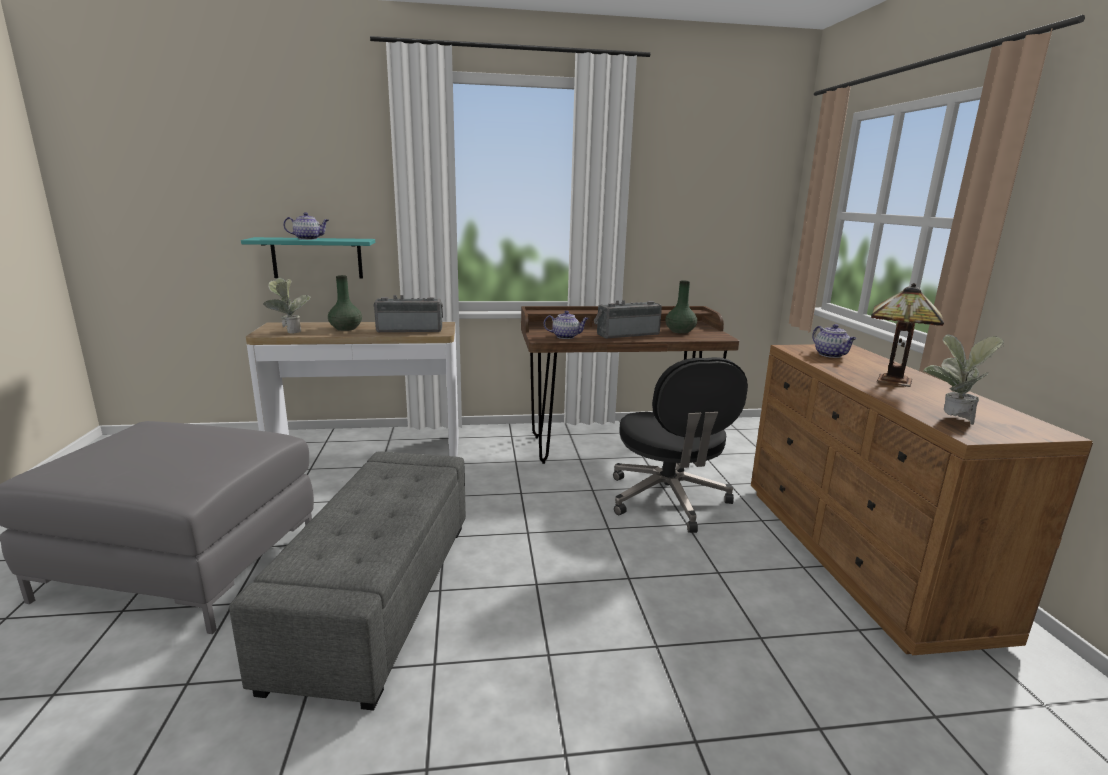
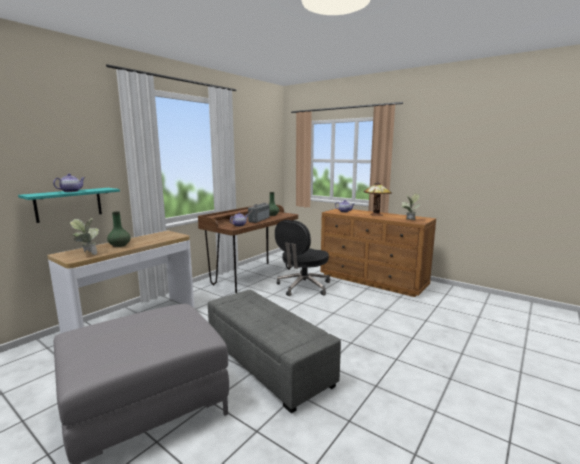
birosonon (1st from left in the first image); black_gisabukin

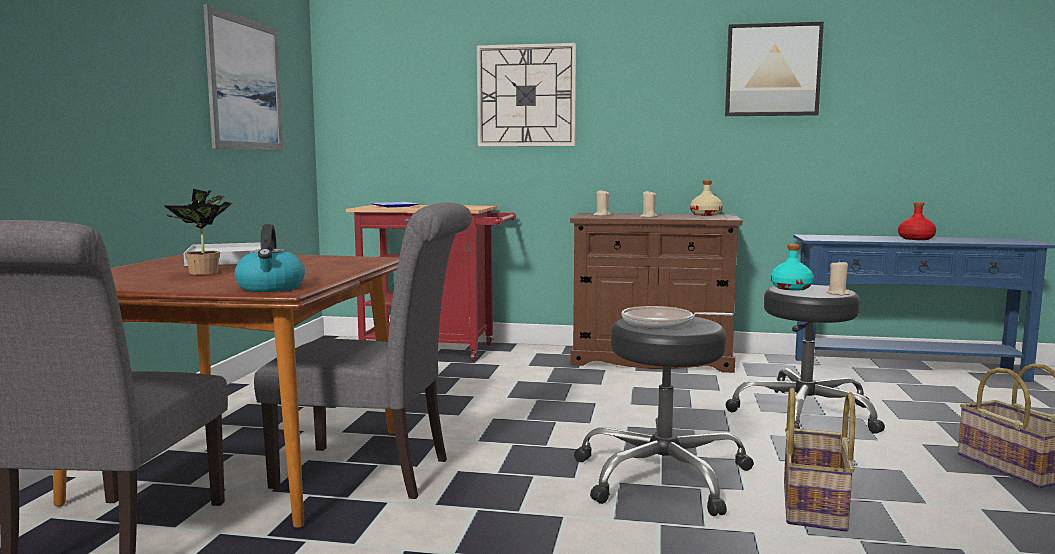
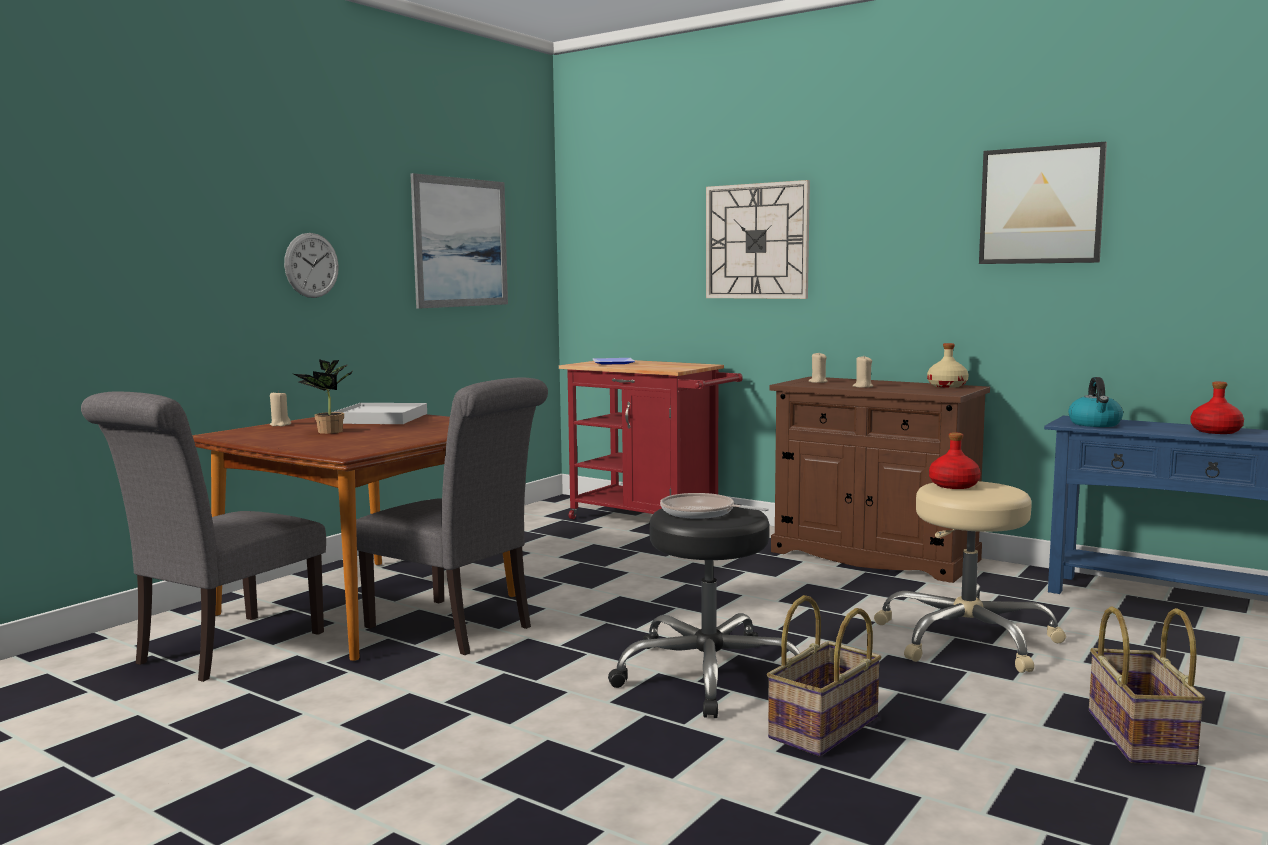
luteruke; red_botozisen (1st from left); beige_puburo (1st from left); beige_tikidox; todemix (1st from left)

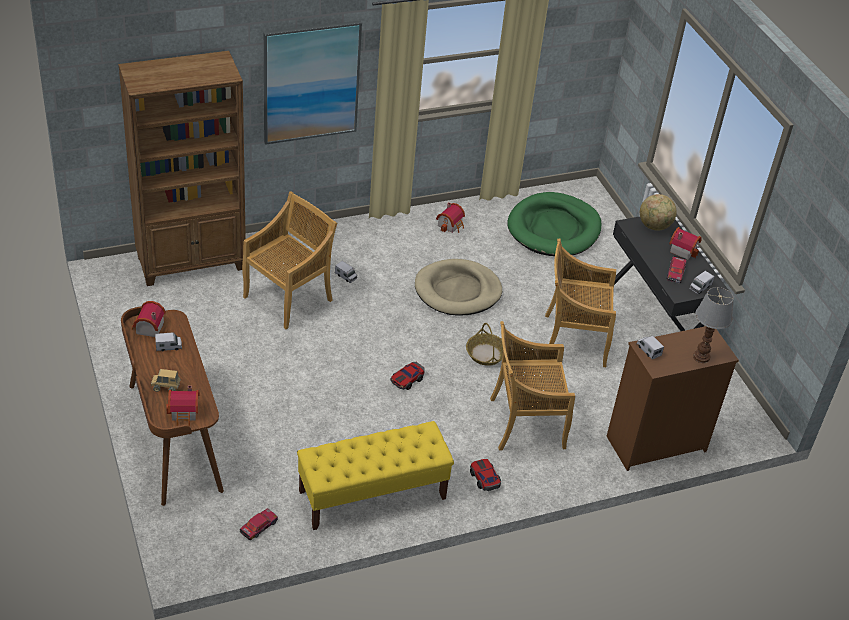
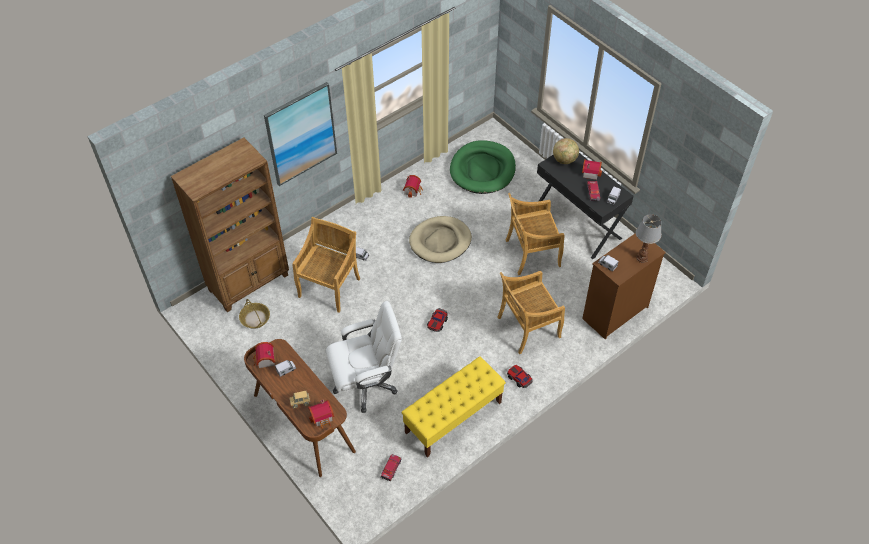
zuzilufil; white_gisabukin

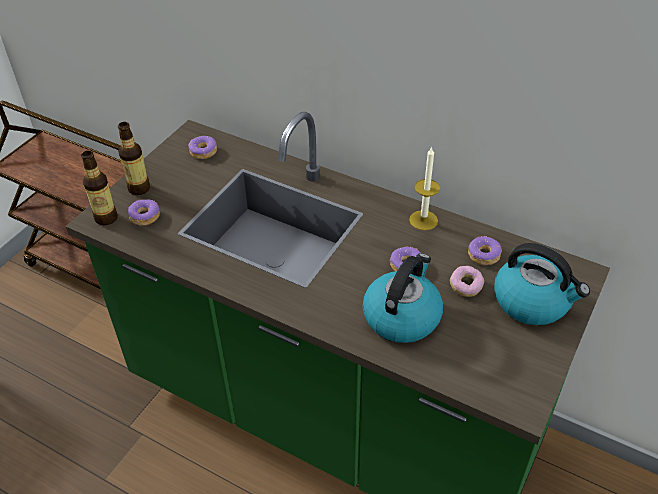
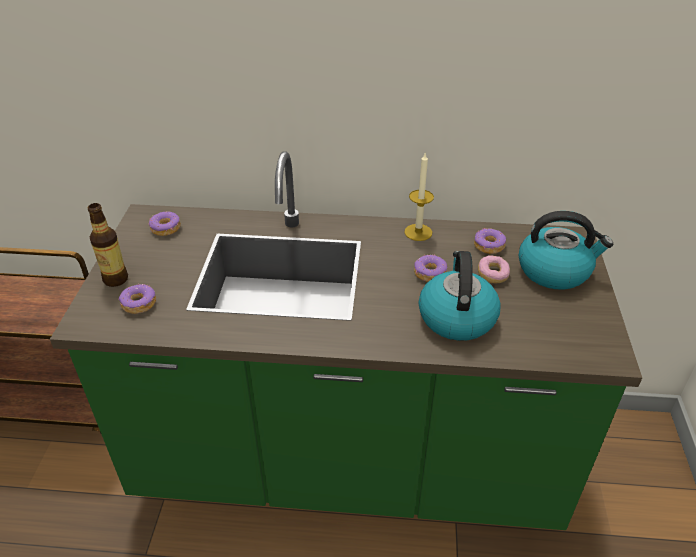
botozisen (1st from left in the first image)

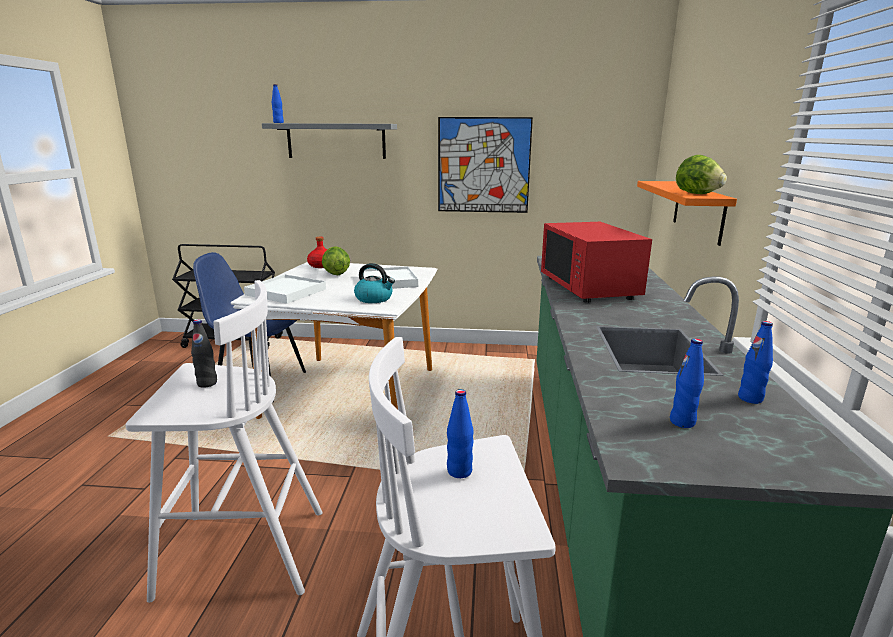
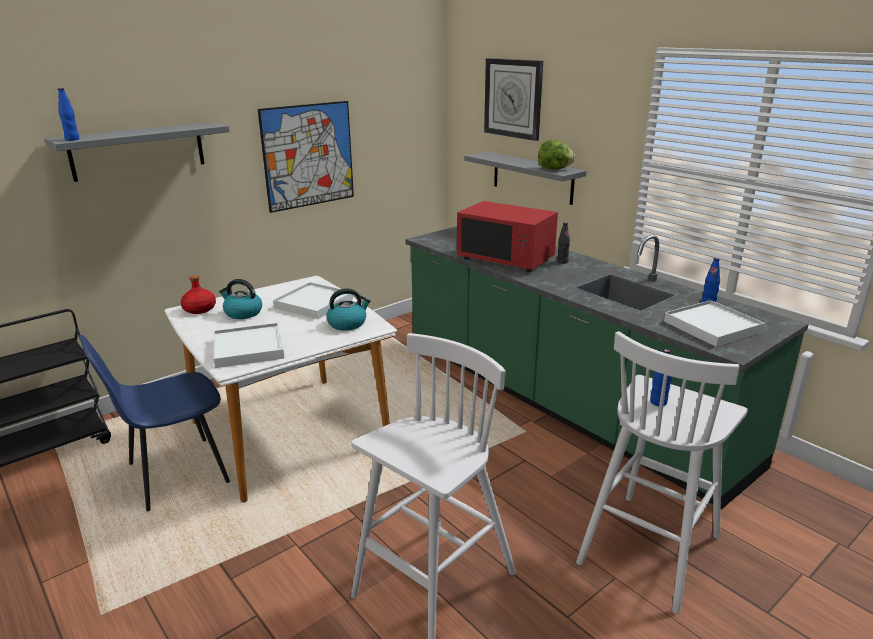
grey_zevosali (2nd from left); luteruke (1st from left); black_botozisen; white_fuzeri (3rd from left); todemix

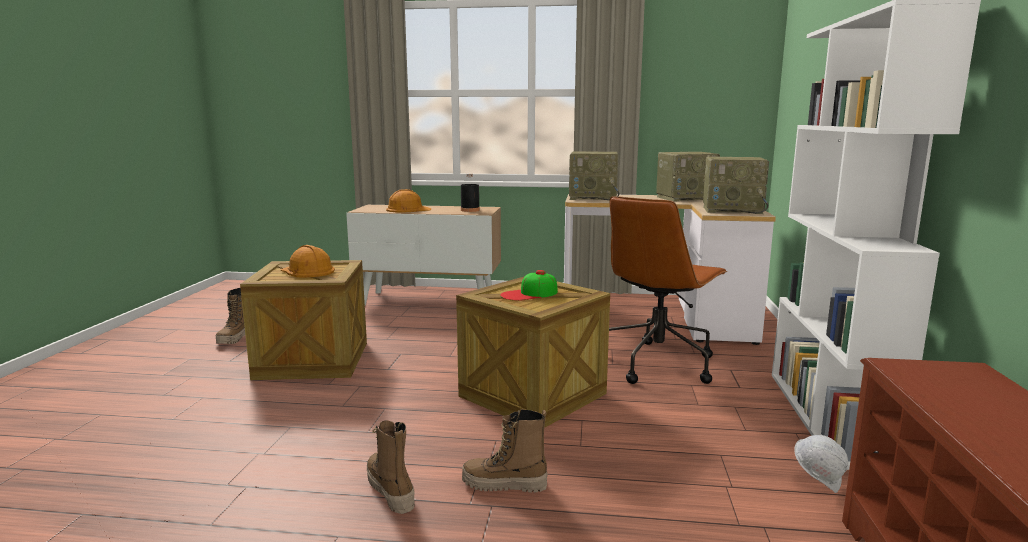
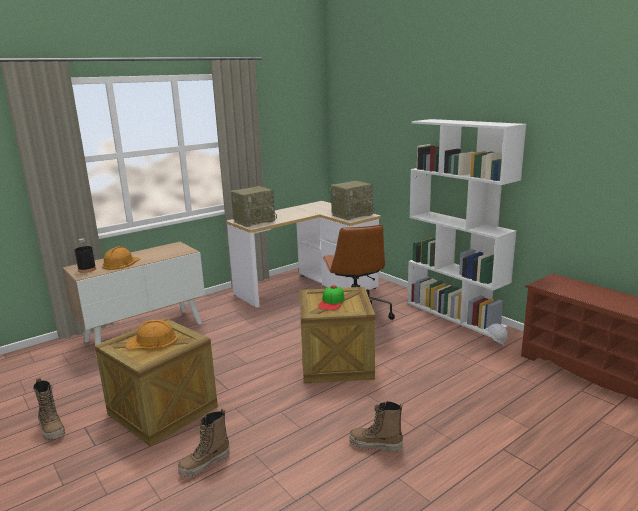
birosonon (2nd from left in the first image); black_botozisen; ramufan (2nd from left)

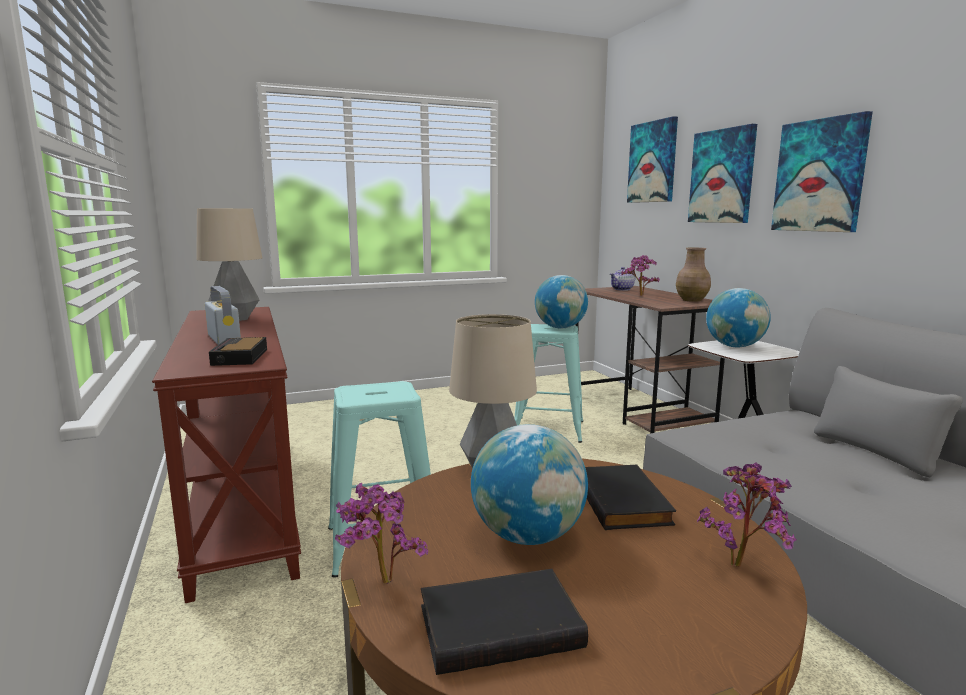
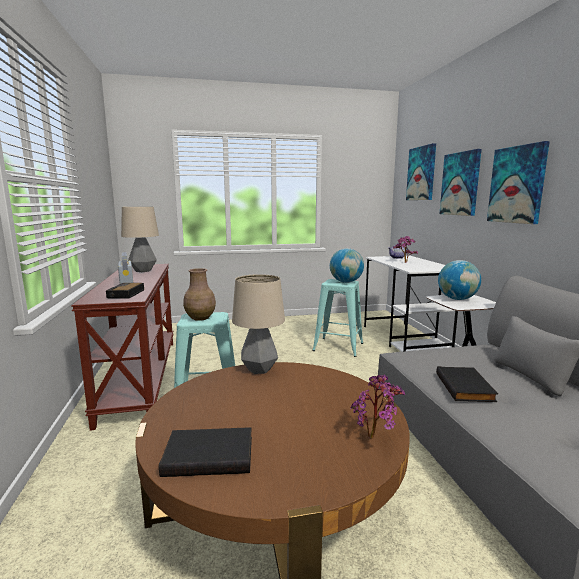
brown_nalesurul; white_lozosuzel; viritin (1st from left in the first image); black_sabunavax (2nd from left); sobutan (1st from left in the first image)

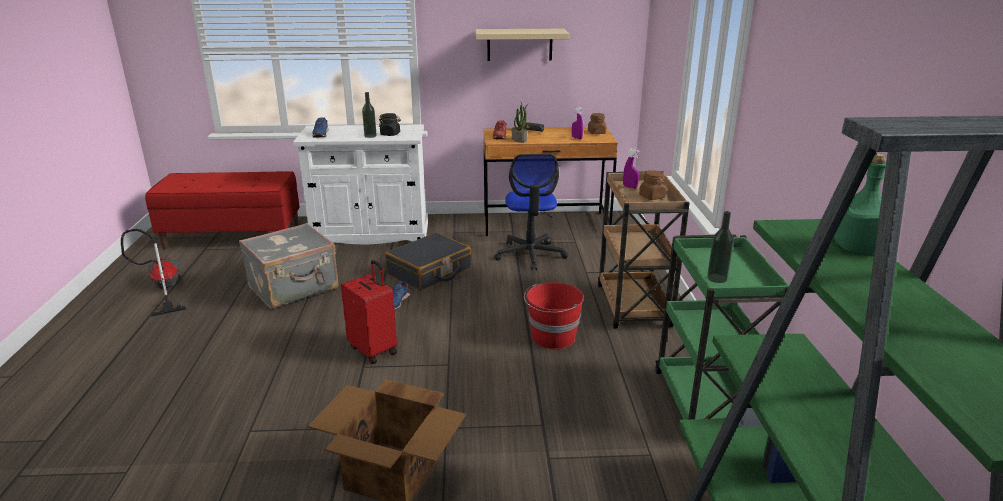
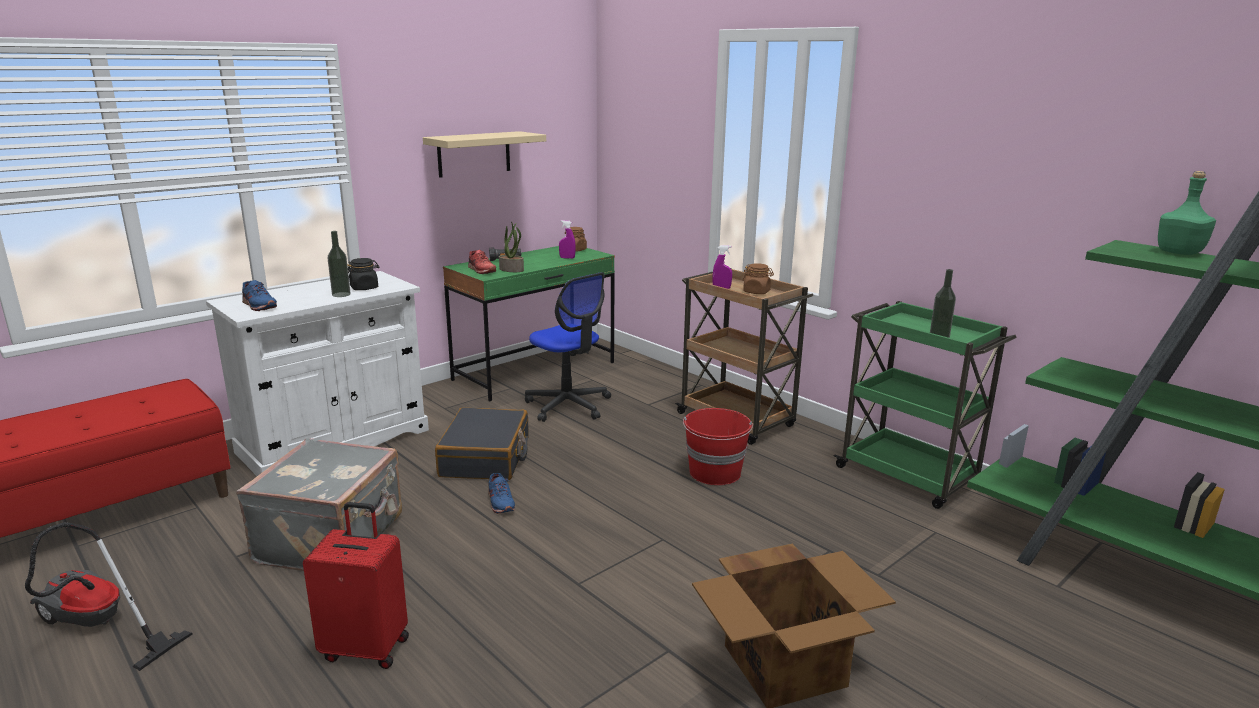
green_lozosuzel; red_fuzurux

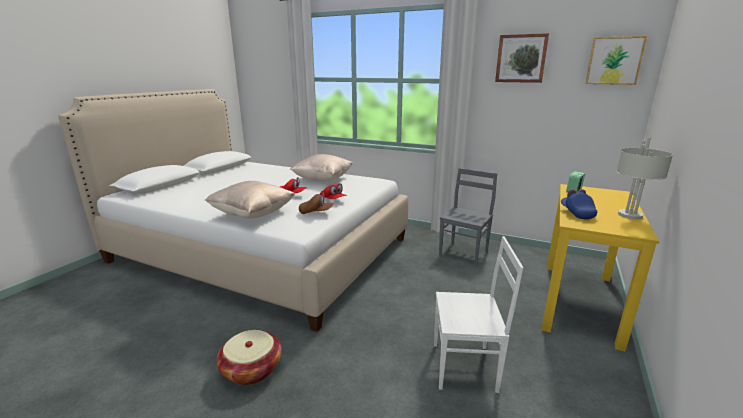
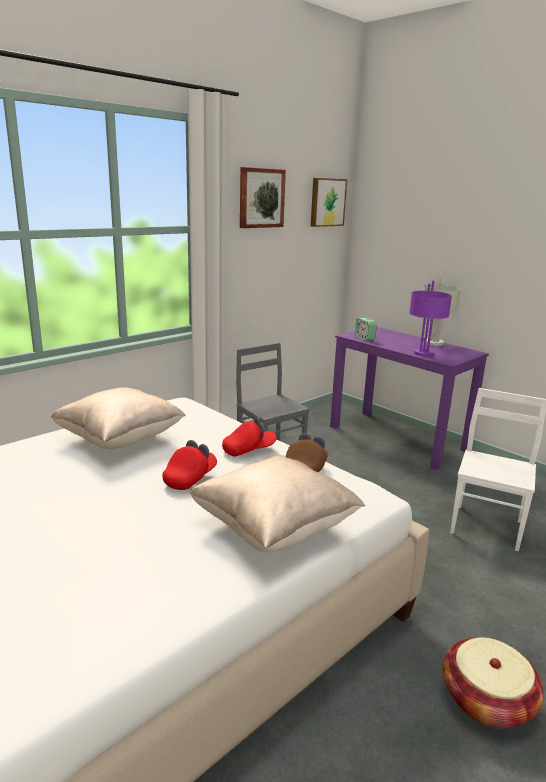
purple_lozosuzel; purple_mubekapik

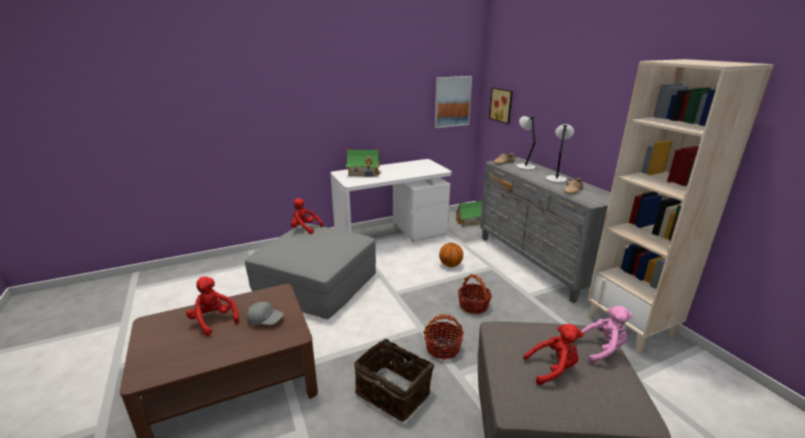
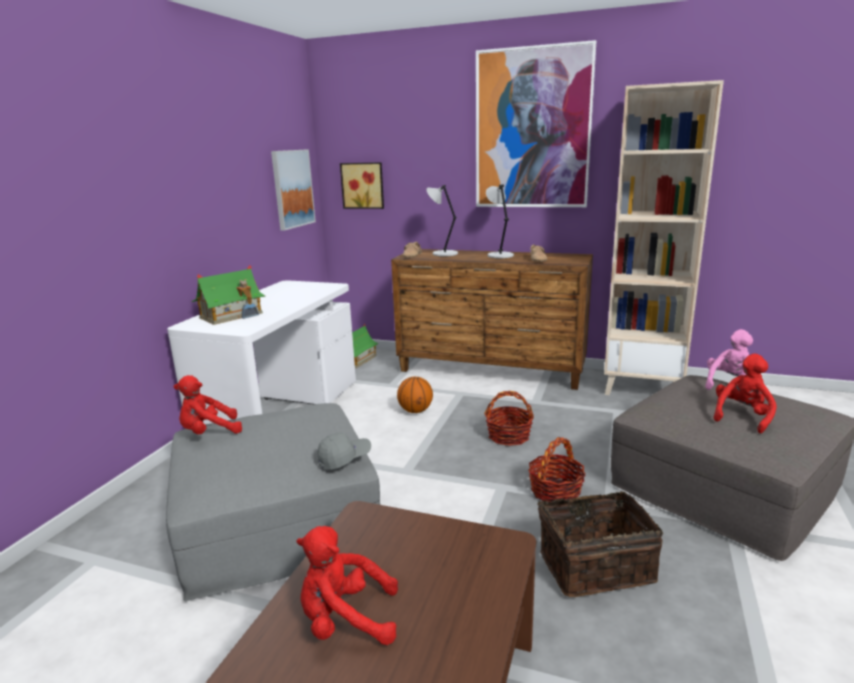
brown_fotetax; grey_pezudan; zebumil (3rd from left)

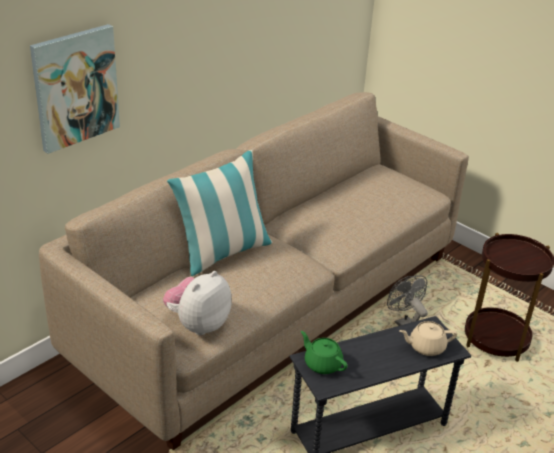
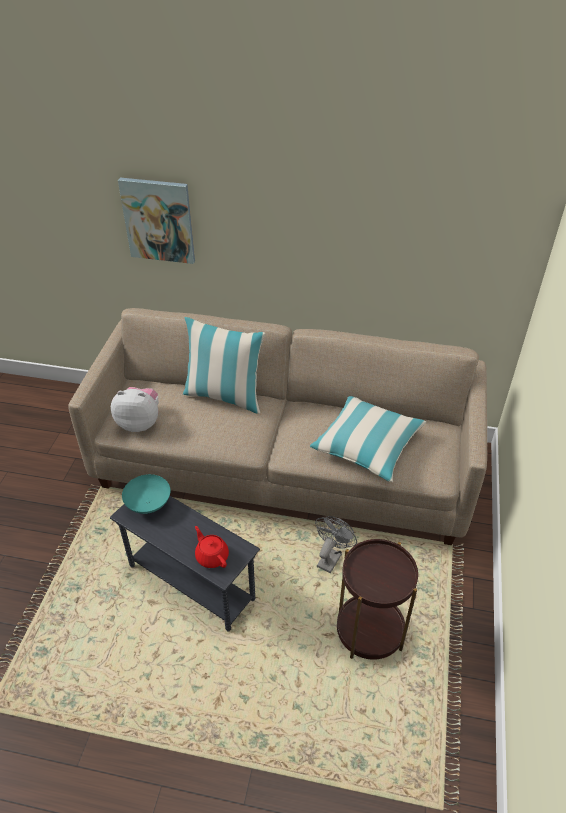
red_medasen; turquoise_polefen; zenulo (2nd from left)

